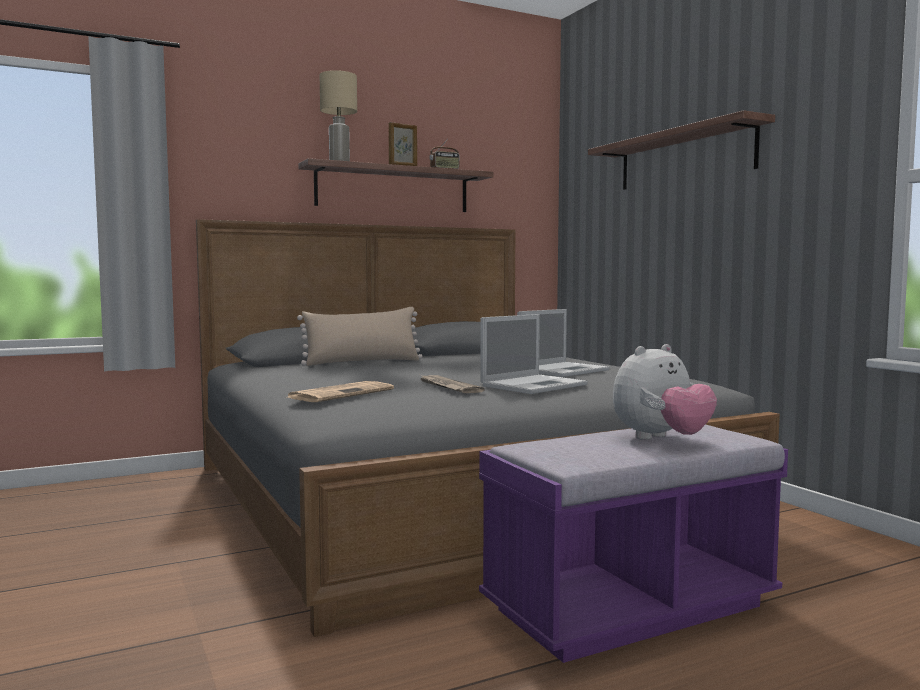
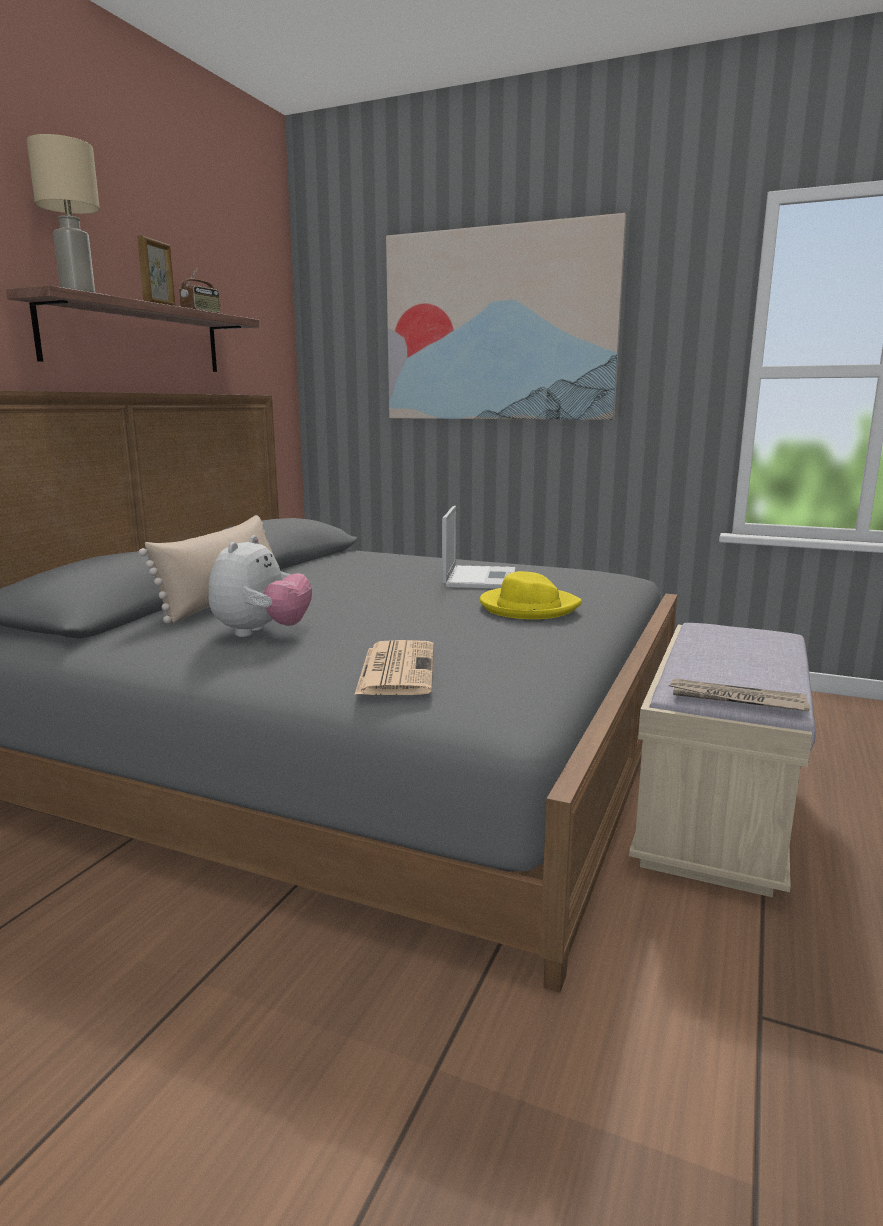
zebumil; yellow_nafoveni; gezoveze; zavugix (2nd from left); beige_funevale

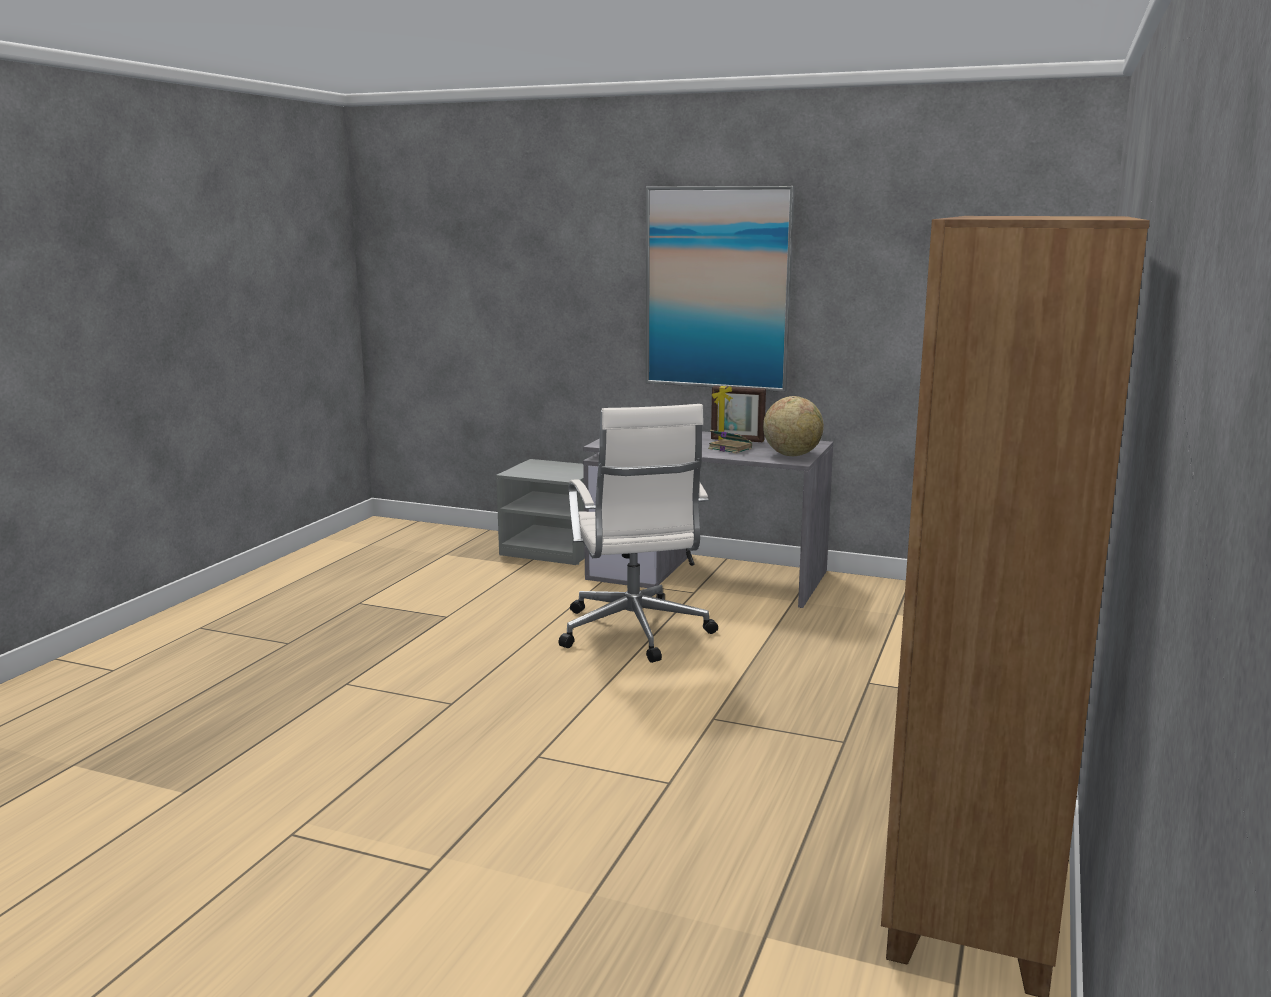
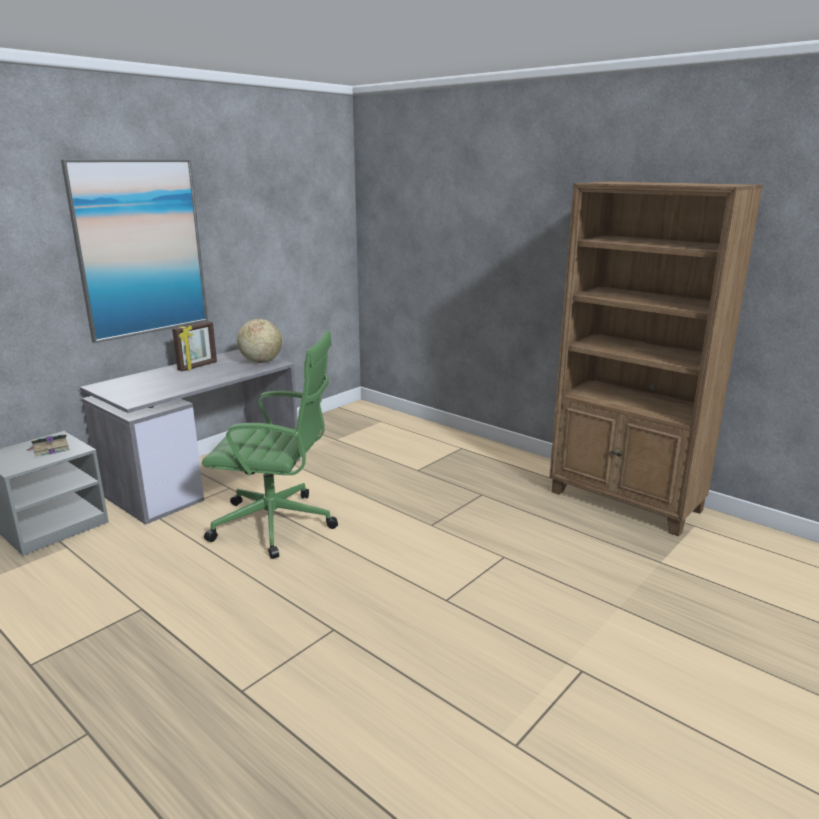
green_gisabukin; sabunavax

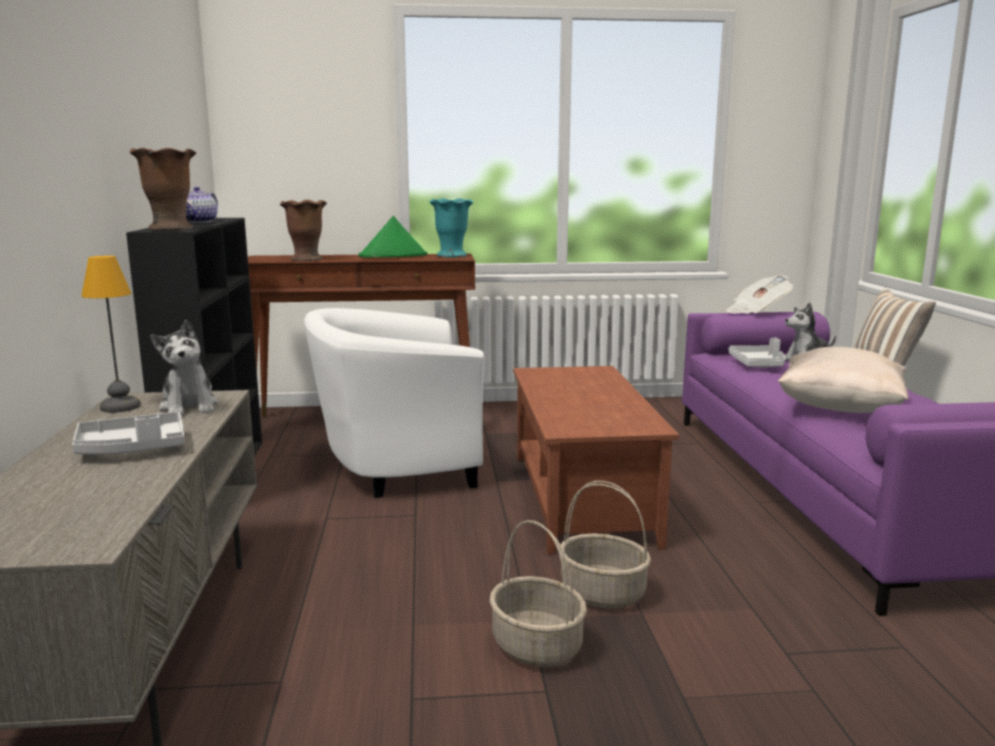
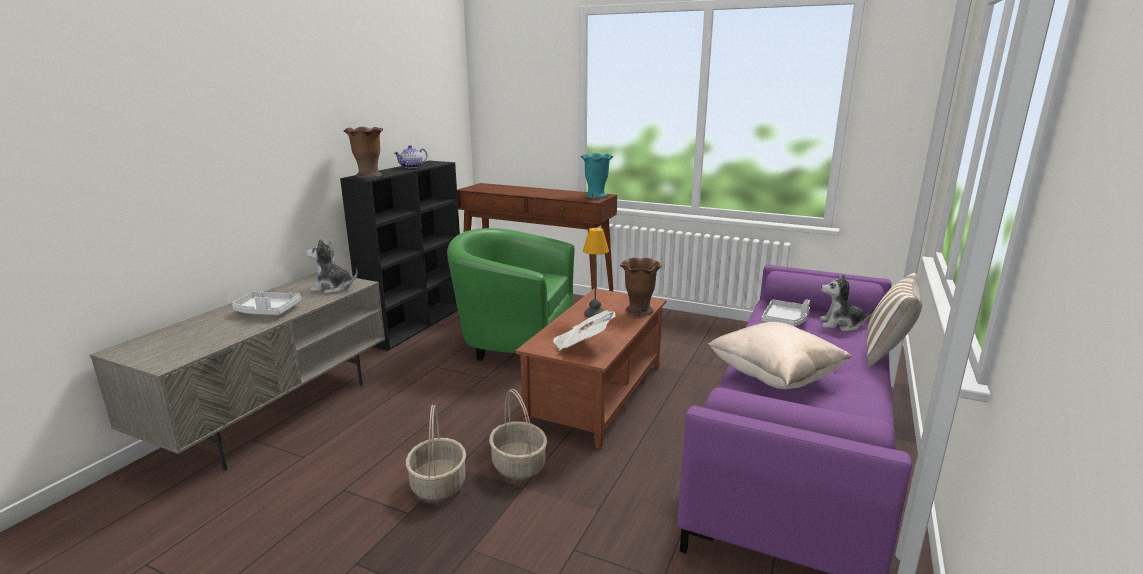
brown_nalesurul (2nd from left); green_nafoveni; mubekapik; zavugix; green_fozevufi; gezoveze (1st from left)

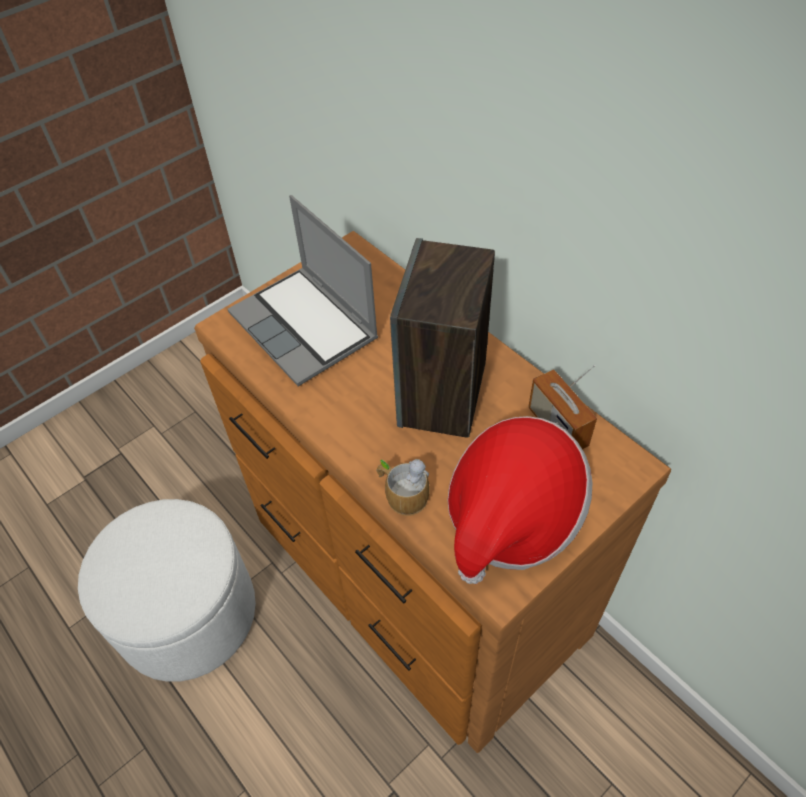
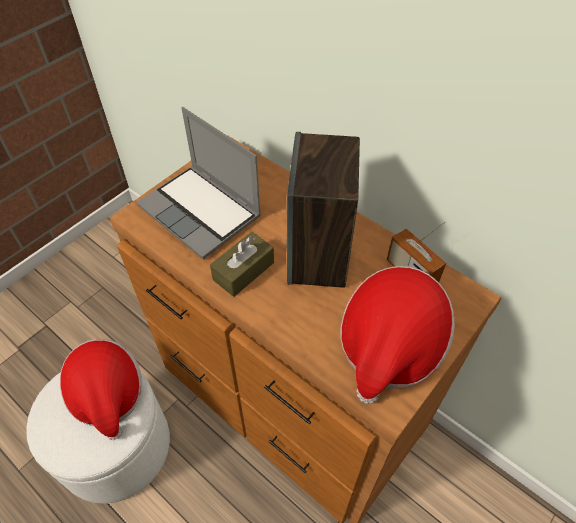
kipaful; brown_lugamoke; nafoveni (1st from left)

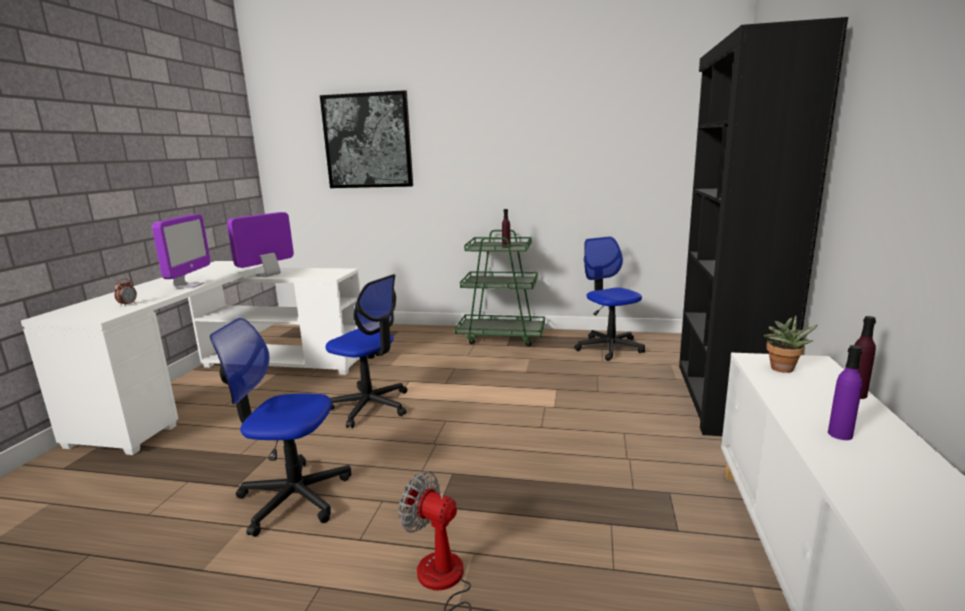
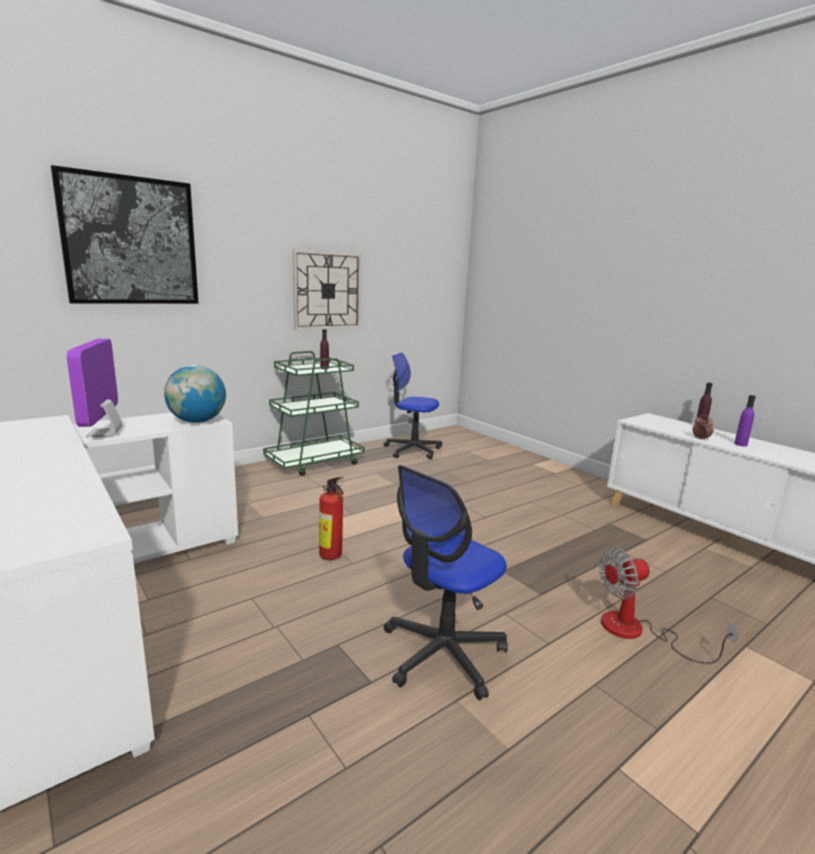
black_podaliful; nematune (1st from left in the first image); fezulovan; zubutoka; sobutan; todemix; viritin

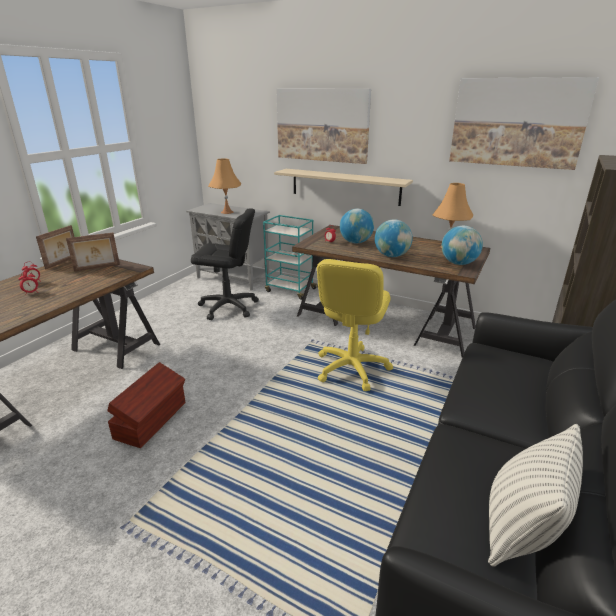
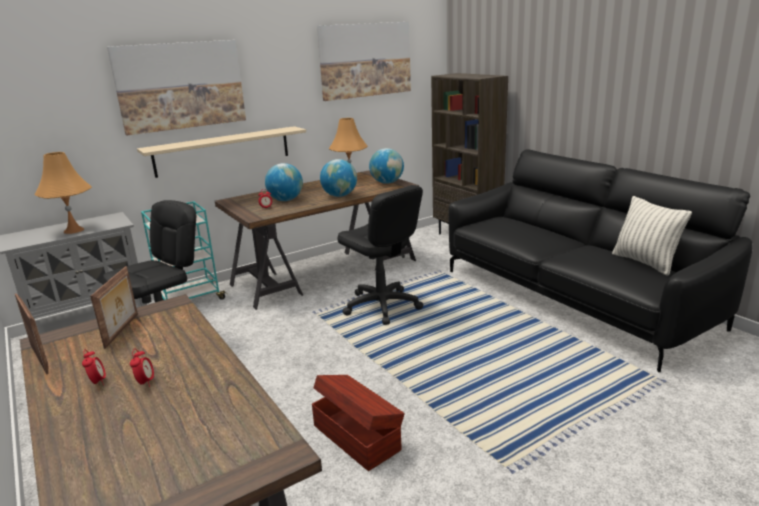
black_gisabukin (2nd from left)

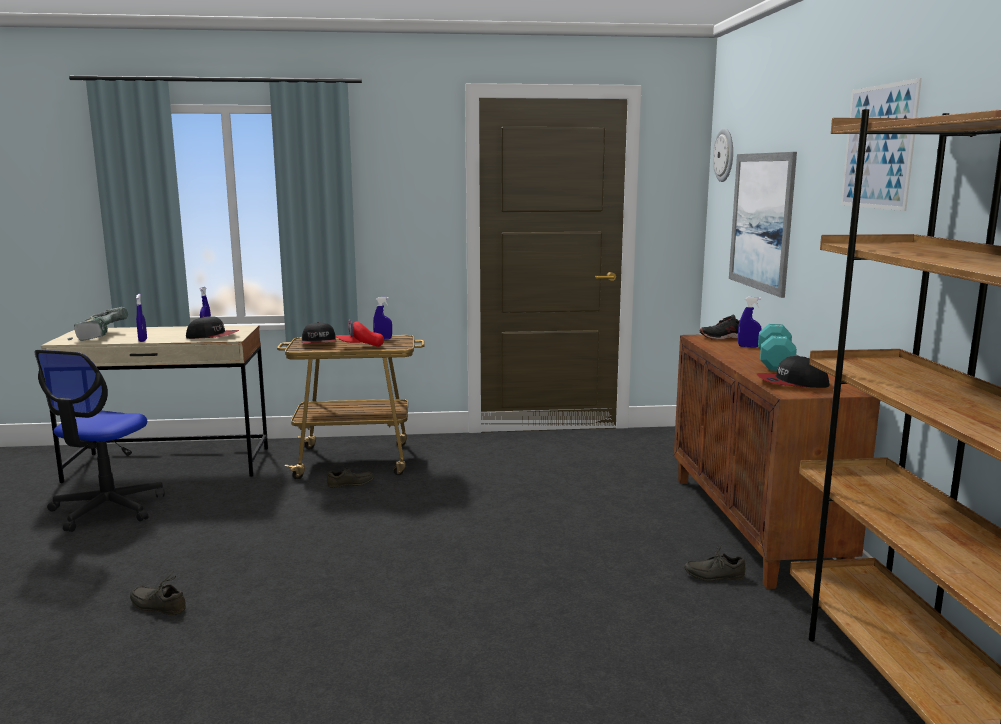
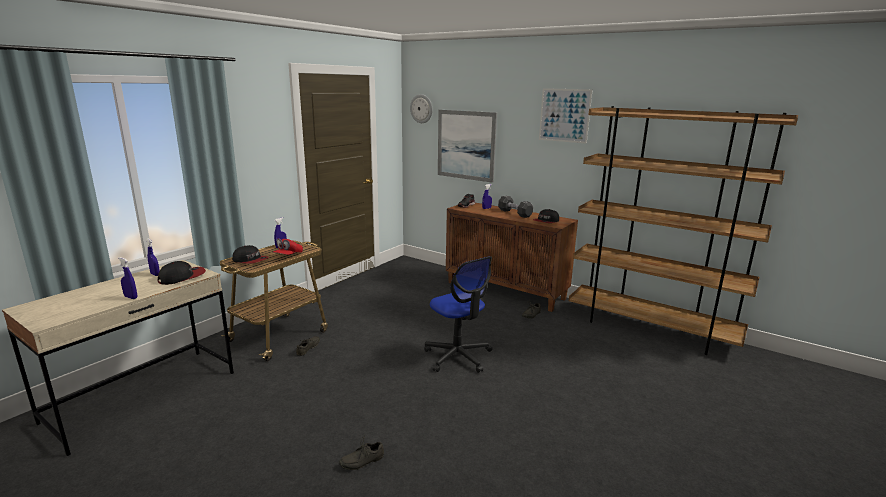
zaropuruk; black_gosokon; gisabukin

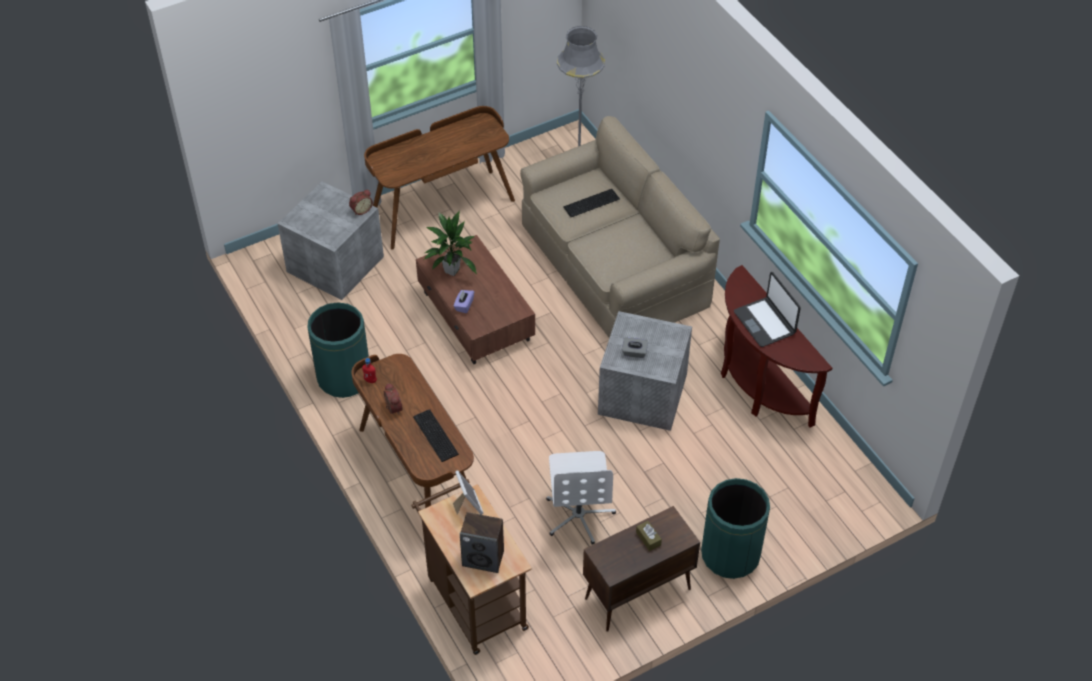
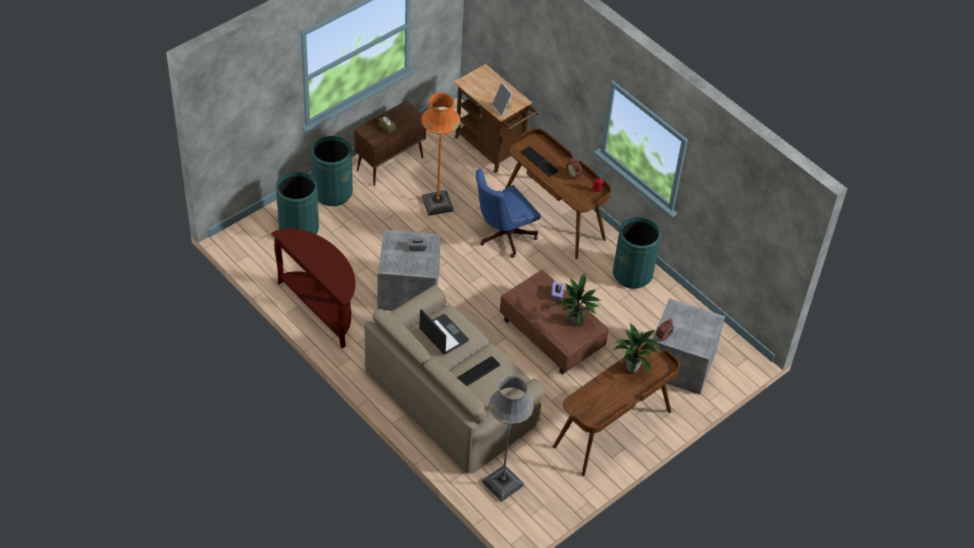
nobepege; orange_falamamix; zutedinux; blue_gisabukin; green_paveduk (1st from left); sobutan (2nd from left)

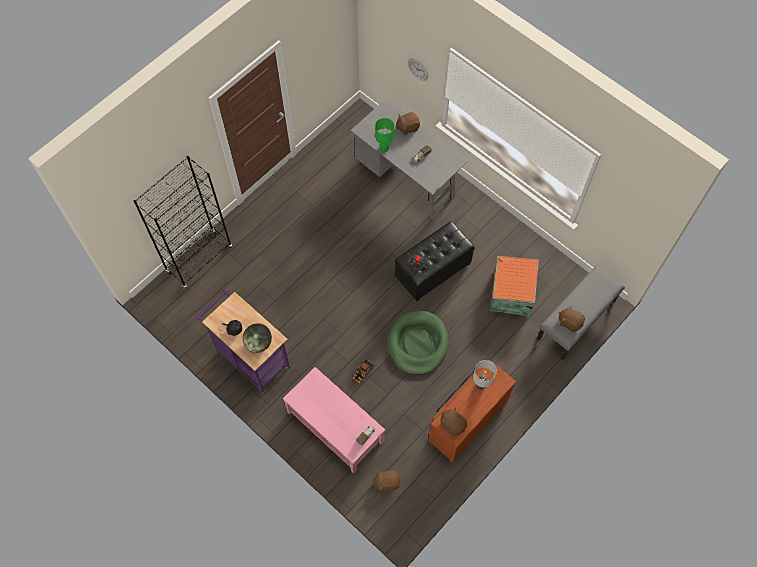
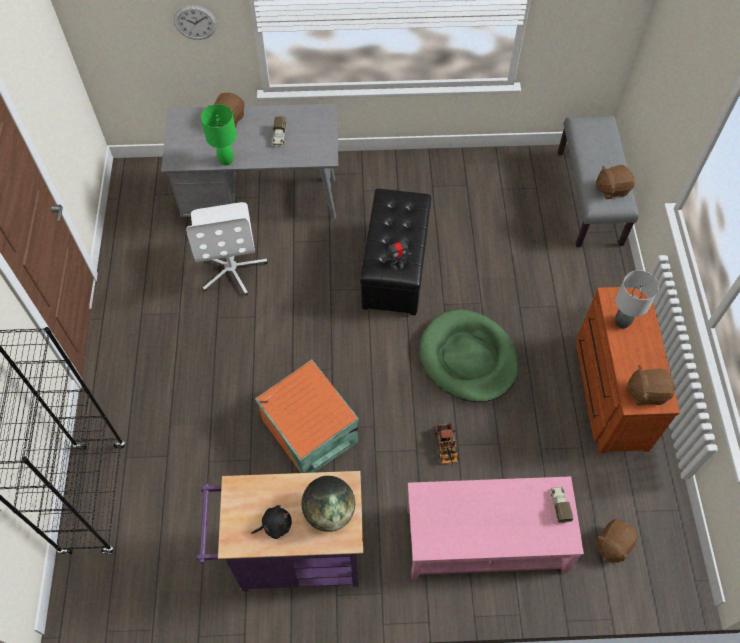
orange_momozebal; white_gisabukin

